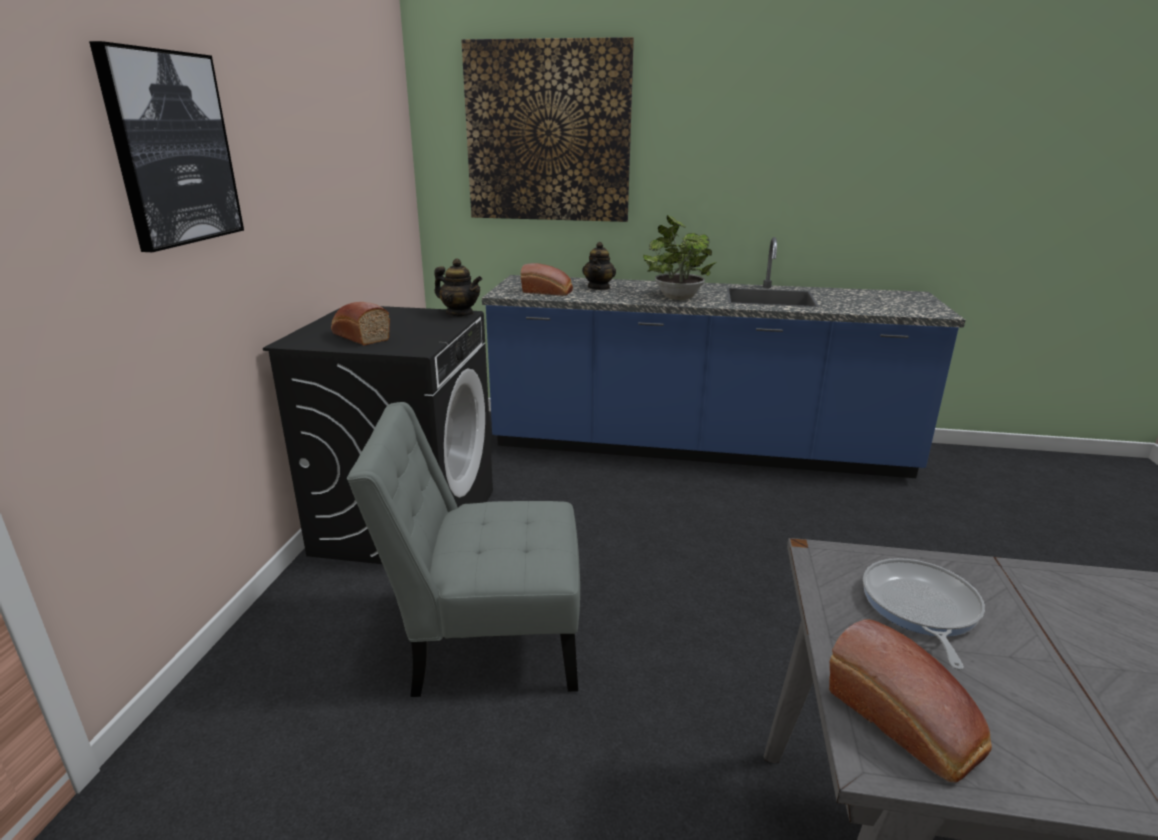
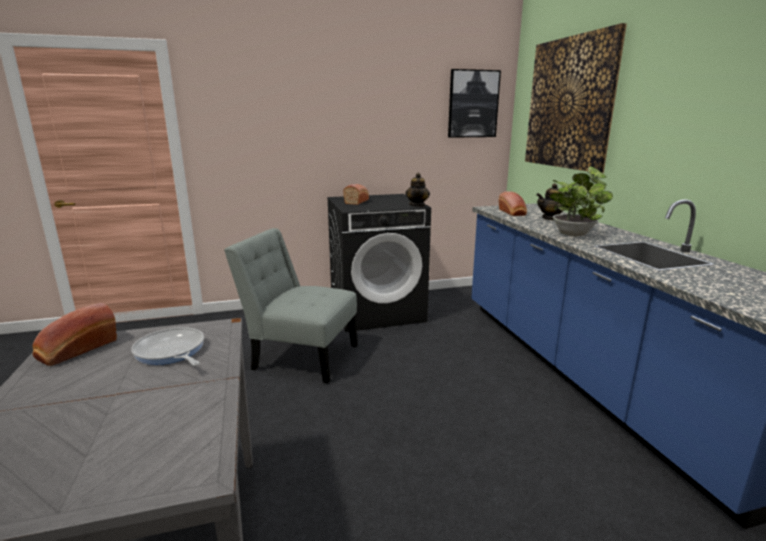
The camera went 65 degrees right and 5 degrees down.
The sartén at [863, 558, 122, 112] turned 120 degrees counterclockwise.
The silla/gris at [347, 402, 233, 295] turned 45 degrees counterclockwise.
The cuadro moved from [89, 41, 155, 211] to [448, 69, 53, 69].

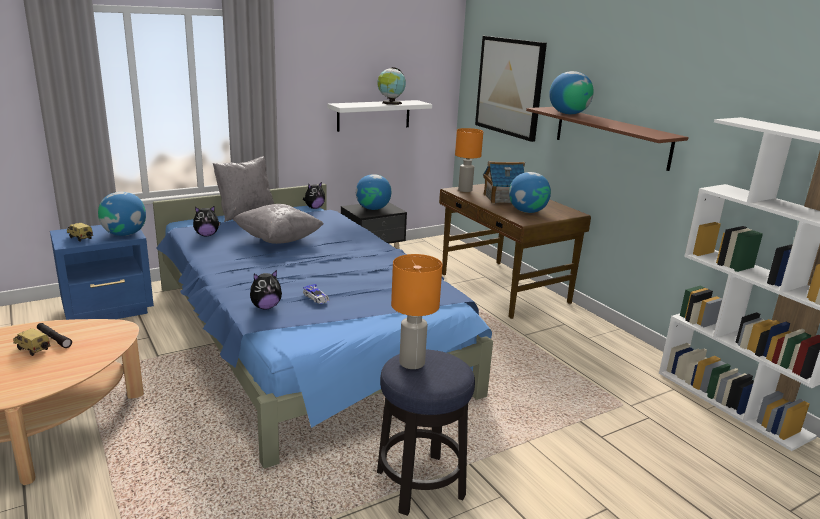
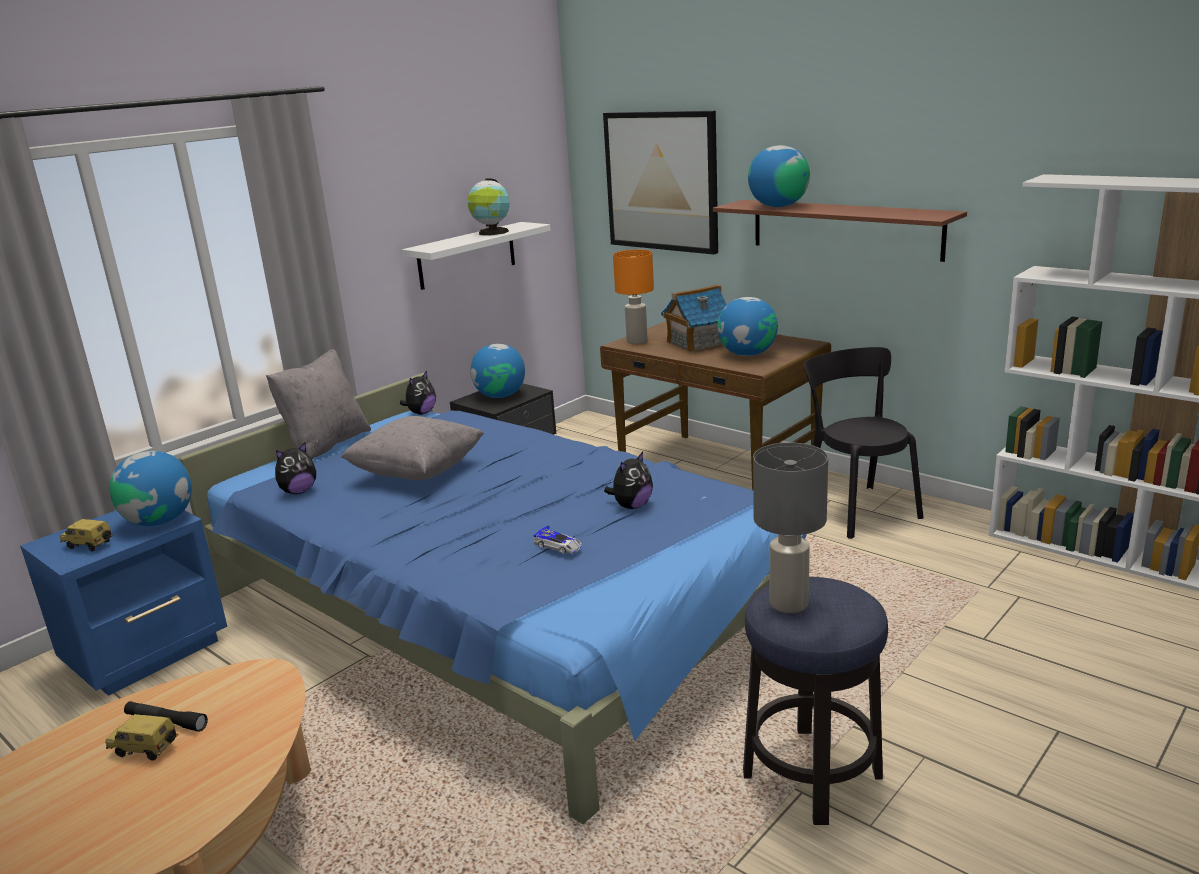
The camera went 15 degrees left and 0 degrees up.
The peluche moved from [250, 270, 32, 39] to [604, 452, 49, 57].
The lámpara de mesa/naranja at [391, 254, 51, 115] became the lámpara de mesa/gris at [753, 442, 75, 171].
The silla/negro at [804, 347, 120, 192] appeared.

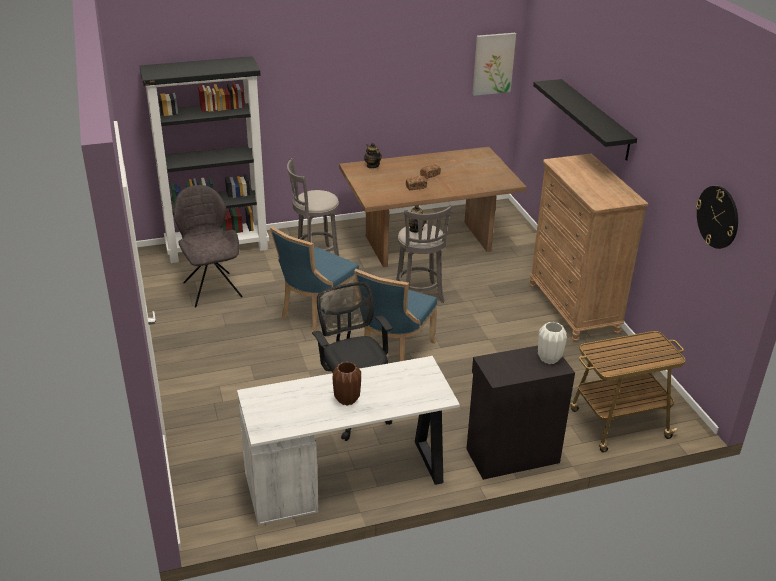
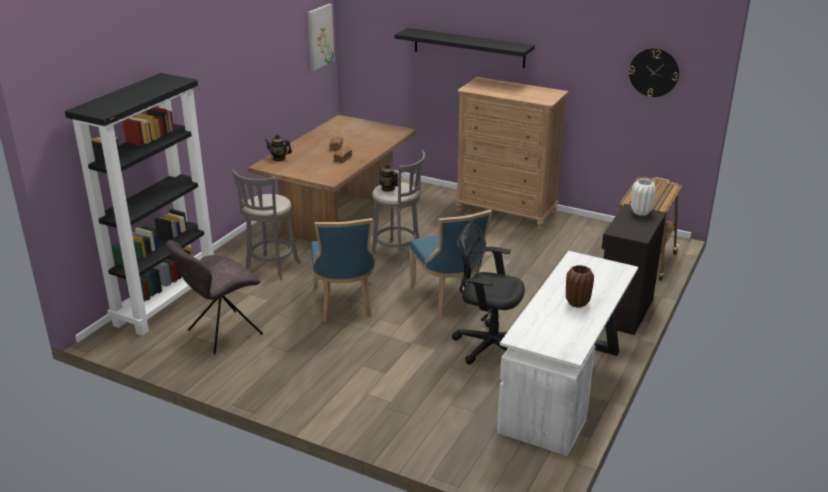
The camera went 45 degrees left and 5 degrees down.
The silla/gris at [174, 185, 69, 122] turned 60 degrees counterclockwise.

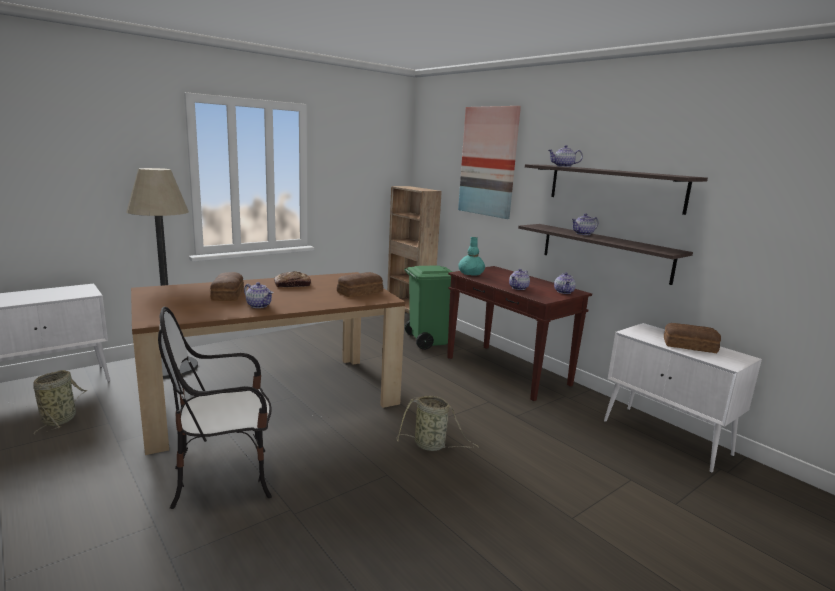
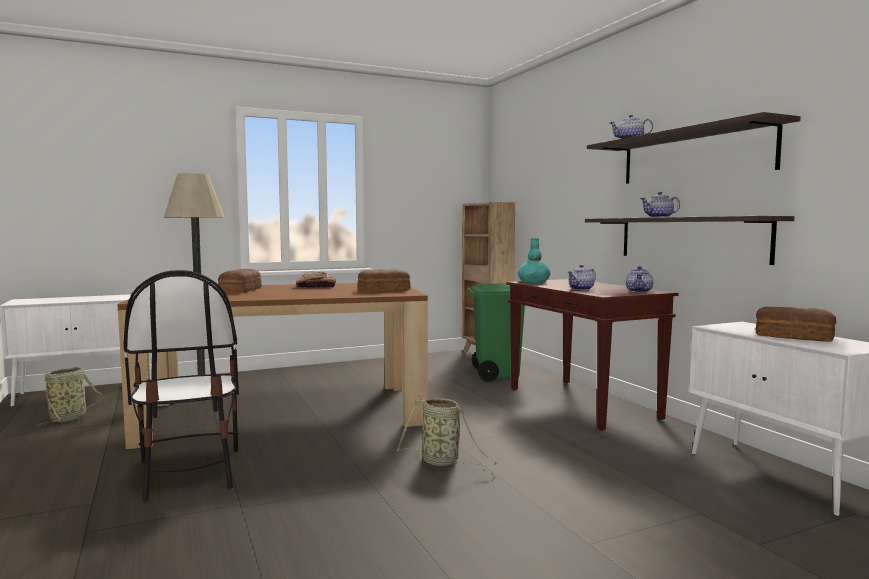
The camera went 15 degrees right and 10 degrees down.
The silla at [158, 307, 114, 202] turned 105 degrees counterclockwise.
The tetera at [244, 282, 29, 26] disappeared.
The cuadro at [458, 106, 63, 113] disappeared.

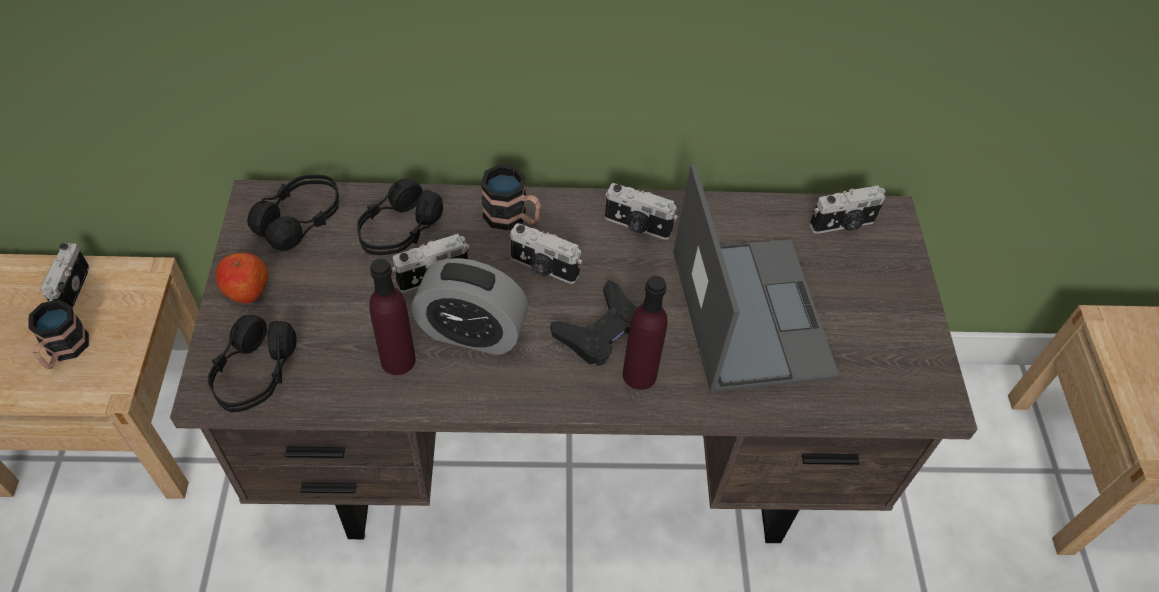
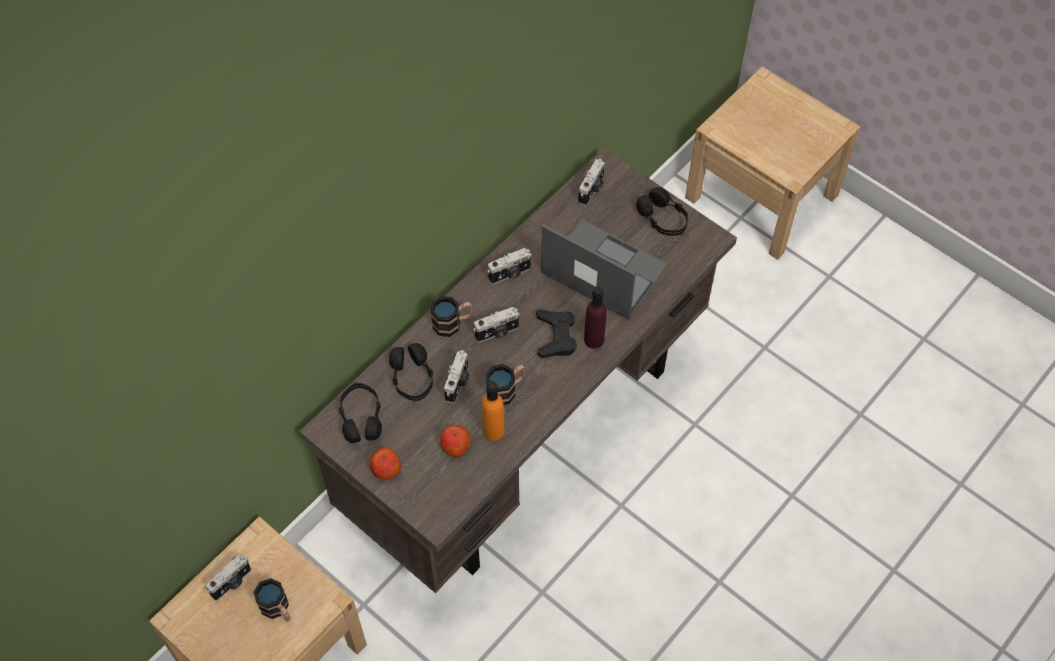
The camera went 45 degrees left and 5 degrees up.
The cámara at [41, 243, 49, 65] turned 90 degrees counterclockwise.
The manzana at [440, 425, 31, 33] appeared.
The botella/morado at [369, 259, 47, 116] became the botella/naranja at [482, 381, 22, 60].
The despertador at [412, 258, 116, 97] was replaced by the taza grande at [486, 364, 39, 41].
The auriculares/negro moved from [208, 315, 88, 97] to [636, 187, 52, 49].

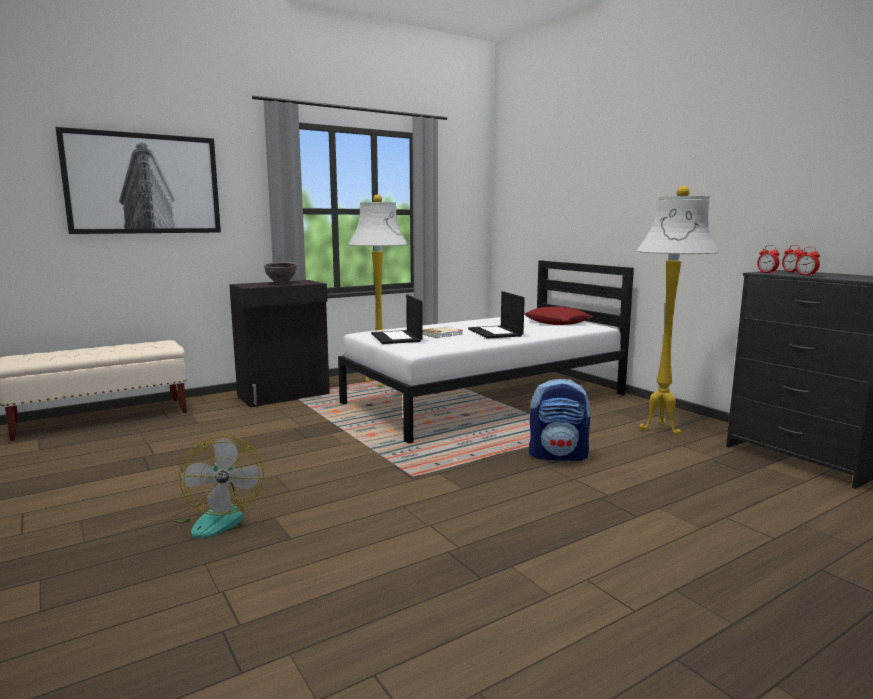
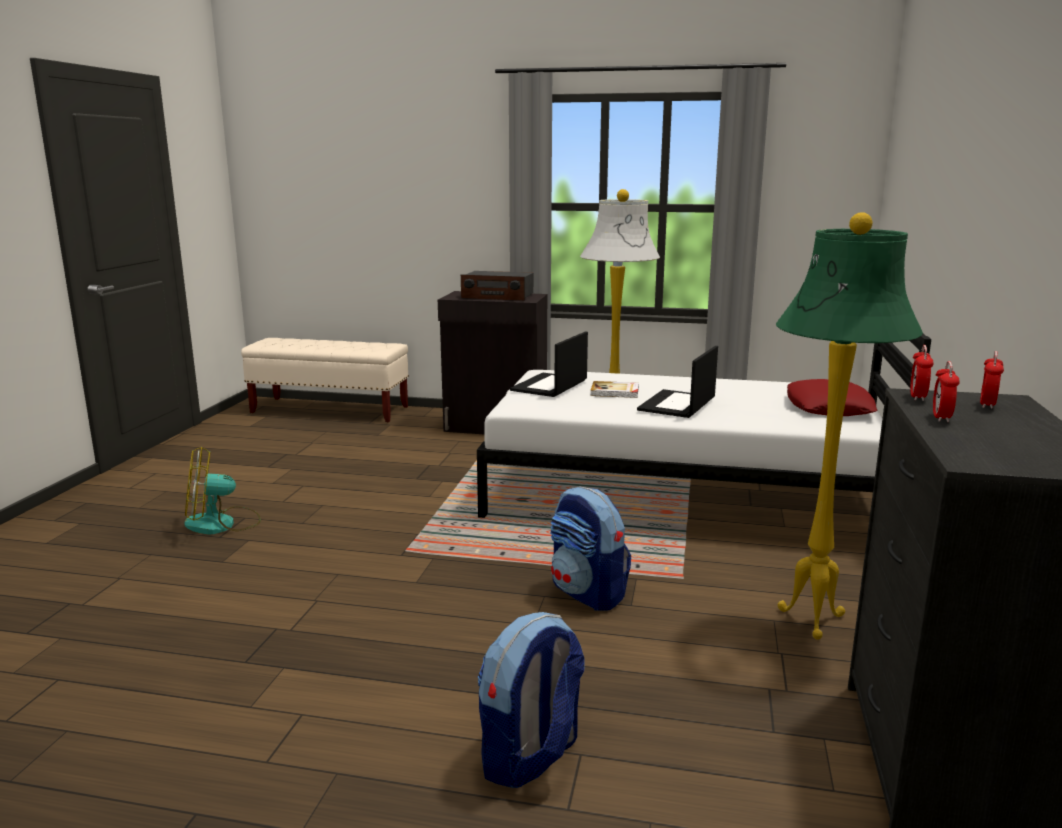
The camera went 45 degrees right and 5 degrees up.
The ventilador at [171, 436, 93, 103] turned 45 degrees clockwise.
The cuenco/marrón at [264, 262, 34, 21] was replaced by the radio at [461, 271, 72, 30].
The mochila at [478, 612, 107, 176] appeared.
The lámpara de pie/blanco at [636, 186, 83, 249] became the lámpara de pie/verde at [776, 212, 147, 428].
The cuadro at [55, 127, 166, 107] disappeared.

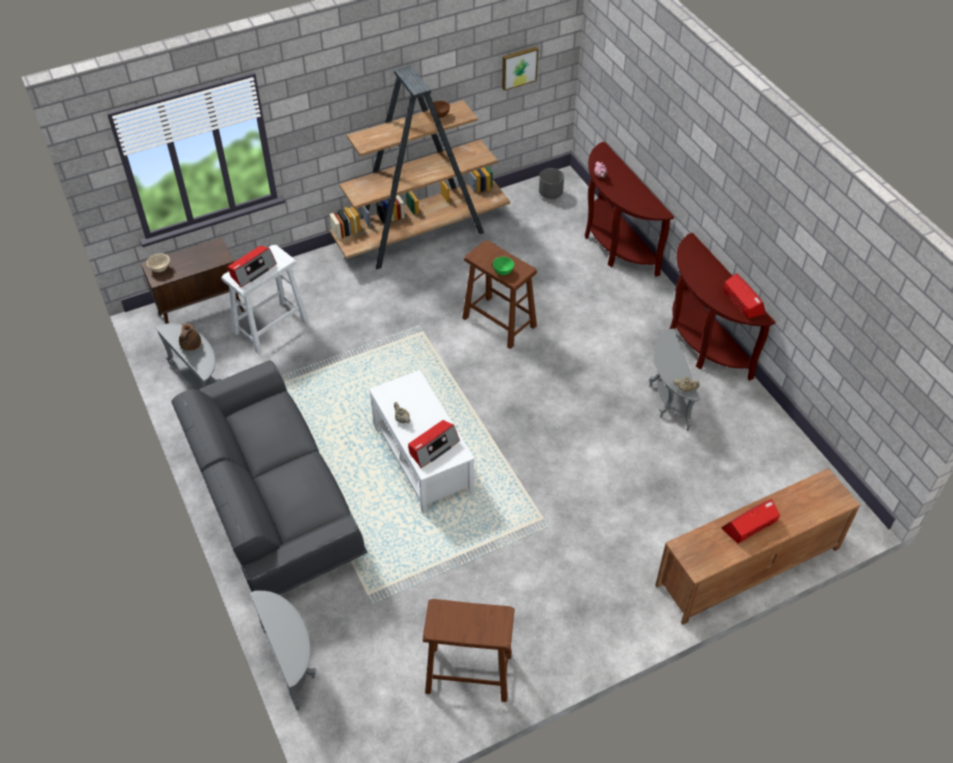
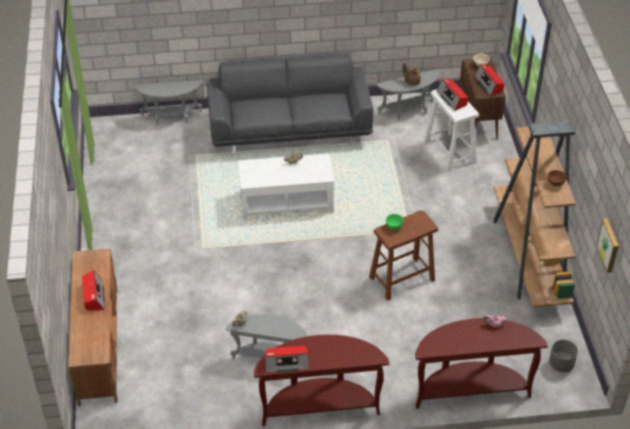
The camera went 110 degrees right and 5 degrees down.
The radio moved from [408, 420, 52, 48] to [475, 65, 29, 31].
The taburete/marrón at [423, 599, 92, 103] disappeared.

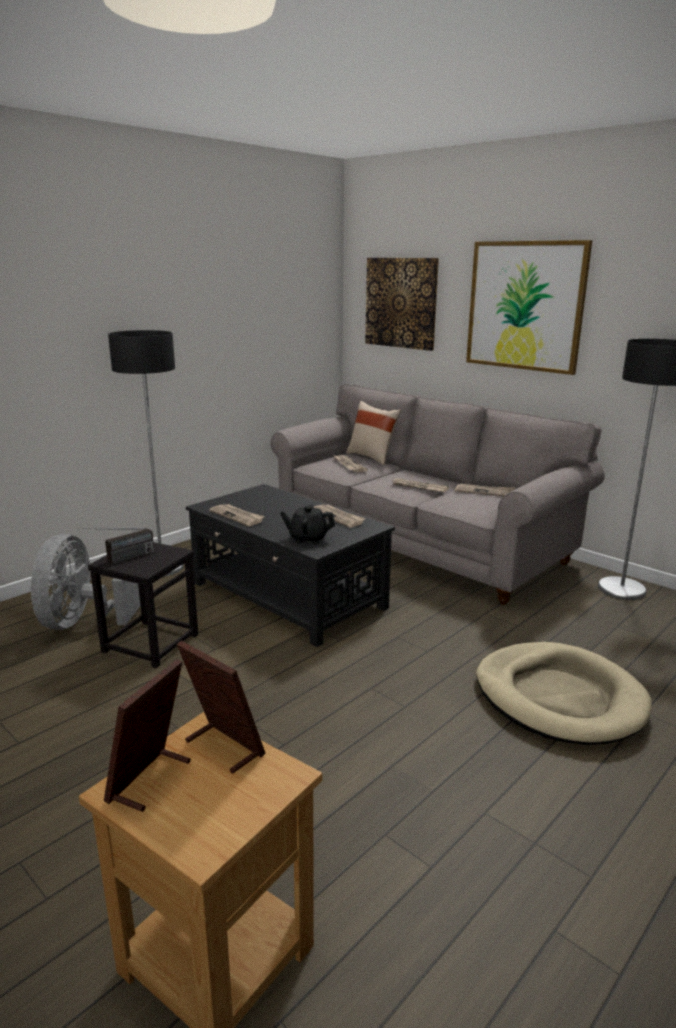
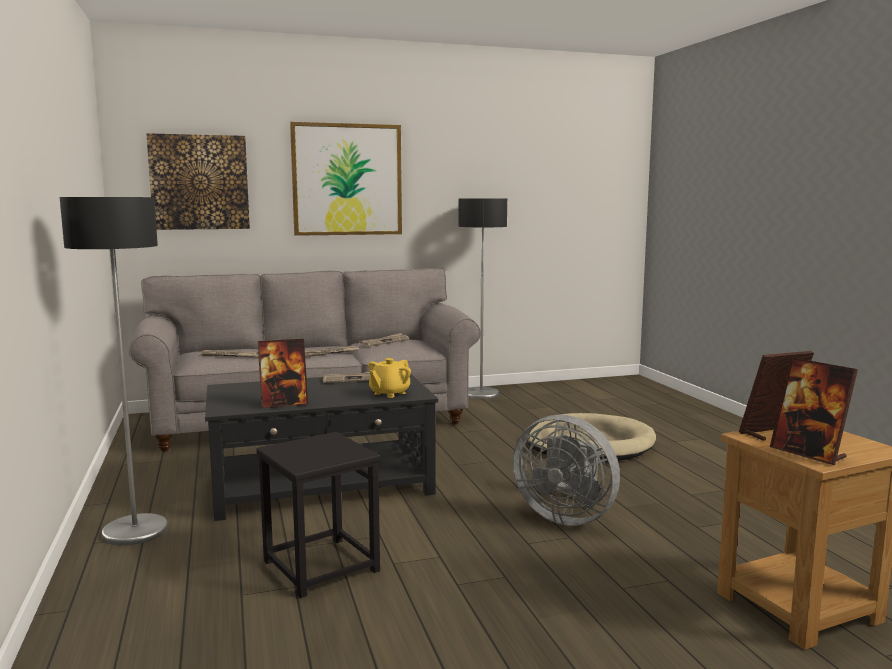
The camera went 60 degrees left and 10 degrees down.
The periódico at [209, 504, 56, 22] was replaced by the portarretratos at [258, 339, 50, 69].
The tetera/negro at [280, 504, 55, 40] became the tetera/amarillo at [368, 358, 43, 40].
The ventilador/gris moved from [31, 534, 109, 96] to [513, 414, 107, 112].
The radio at [78, 528, 76, 36] disappeared.
The cojín/beis at [346, 401, 55, 64] disappeared.

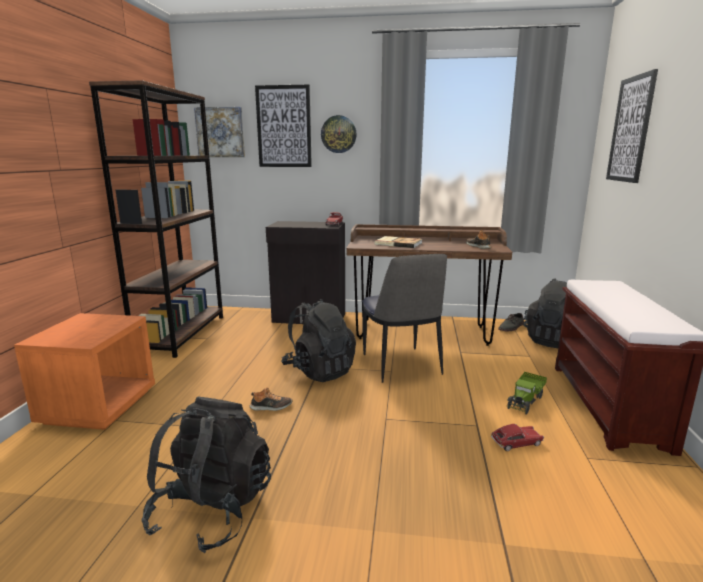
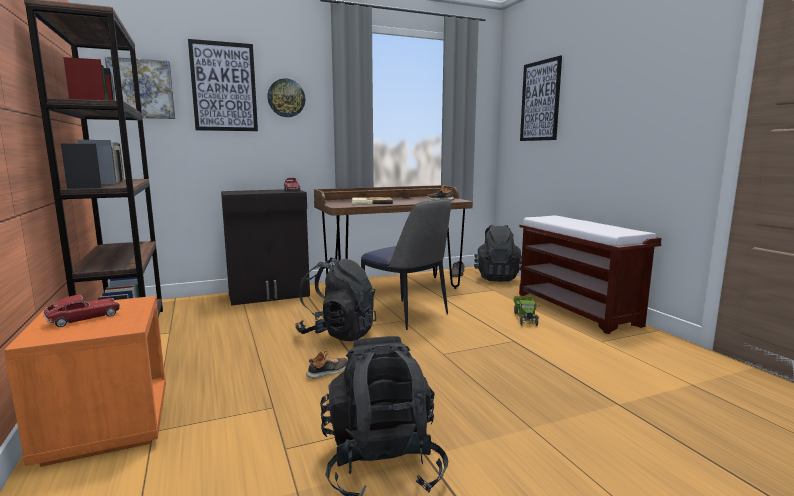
The camera went 30 degrees left and 5 degrees down.
The coche de juguete moved from [491, 424, 53, 27] to [43, 295, 78, 32].

